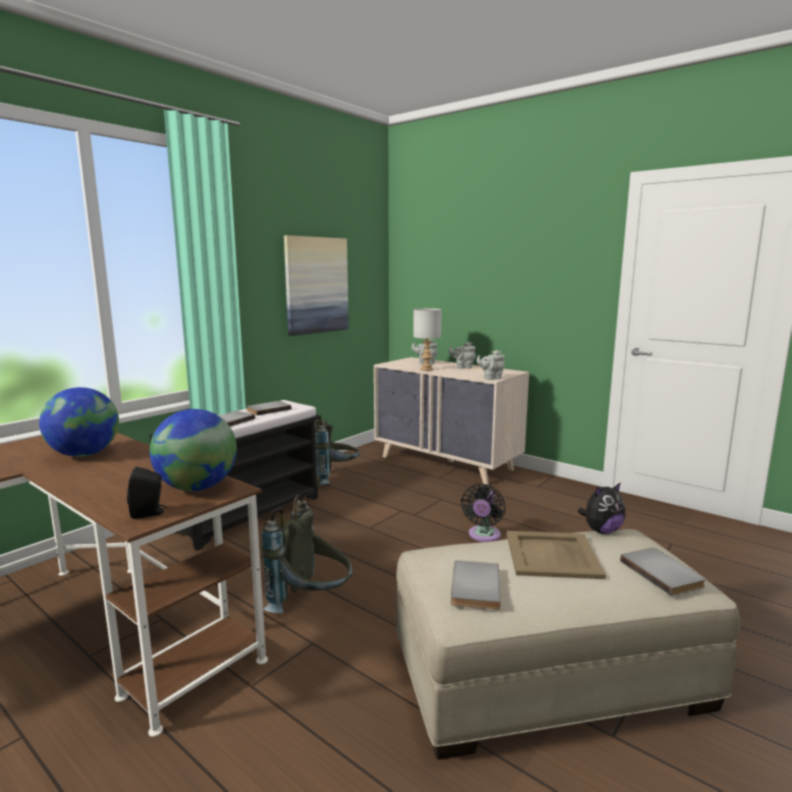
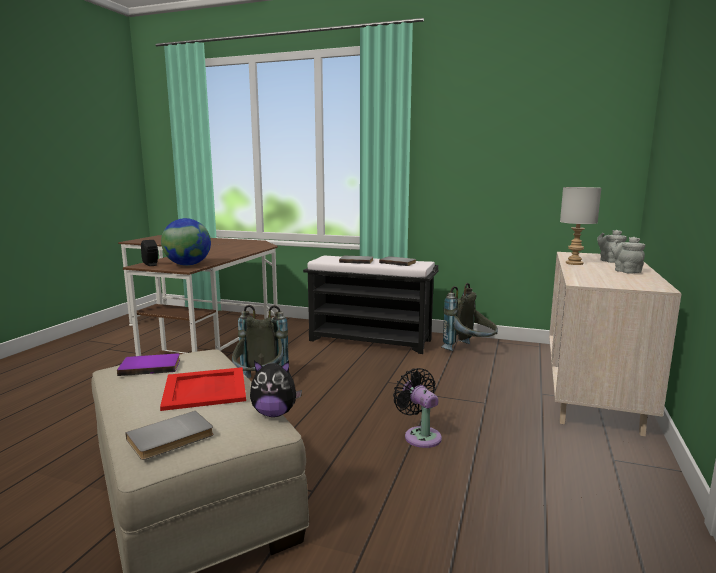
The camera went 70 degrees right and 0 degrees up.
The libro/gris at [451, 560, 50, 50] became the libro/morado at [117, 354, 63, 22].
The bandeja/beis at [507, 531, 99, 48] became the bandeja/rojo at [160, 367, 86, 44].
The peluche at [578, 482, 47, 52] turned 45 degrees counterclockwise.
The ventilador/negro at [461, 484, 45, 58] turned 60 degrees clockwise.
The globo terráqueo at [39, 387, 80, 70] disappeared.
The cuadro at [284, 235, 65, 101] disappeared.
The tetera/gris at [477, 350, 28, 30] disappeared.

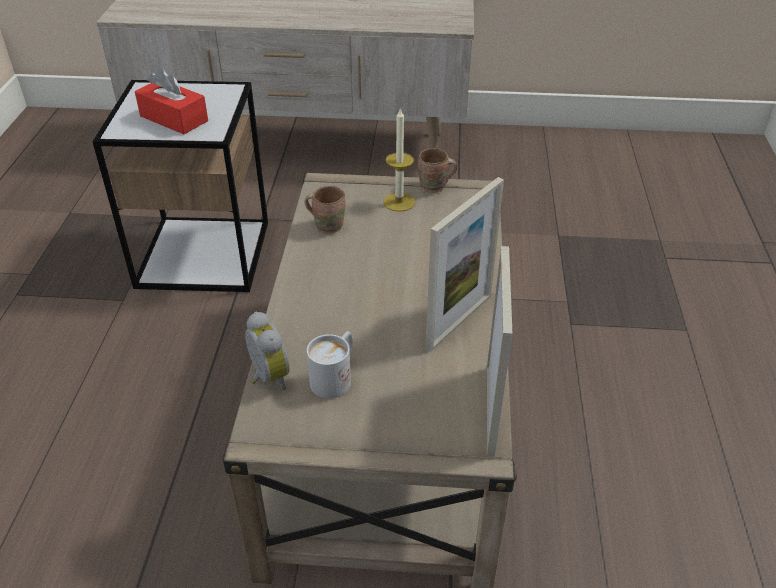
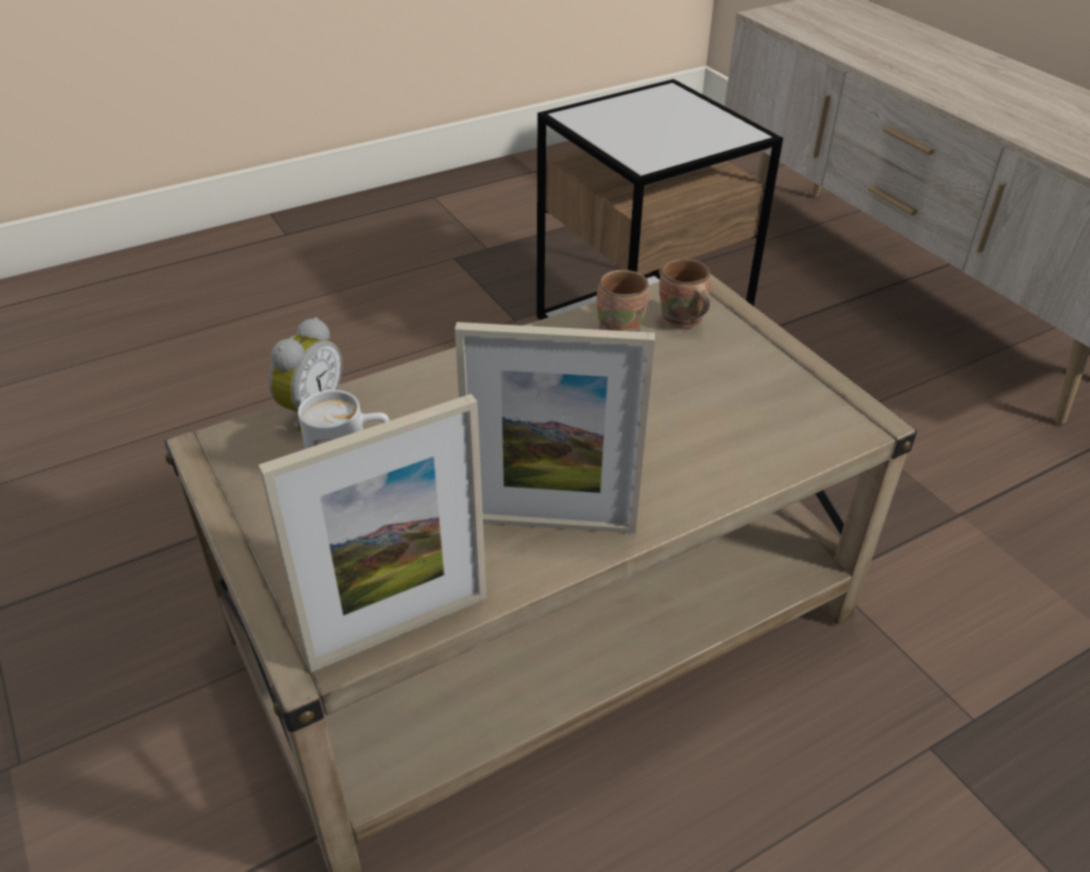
The camera went 55 degrees right and 0 degrees up.
The taza grande/marrón moved from [418, 148, 39, 45] to [659, 259, 52, 70].
The caja de pañuelos/rojo at [135, 68, 73, 66] disappeared.
The vela at [383, 108, 32, 104] disappeared.

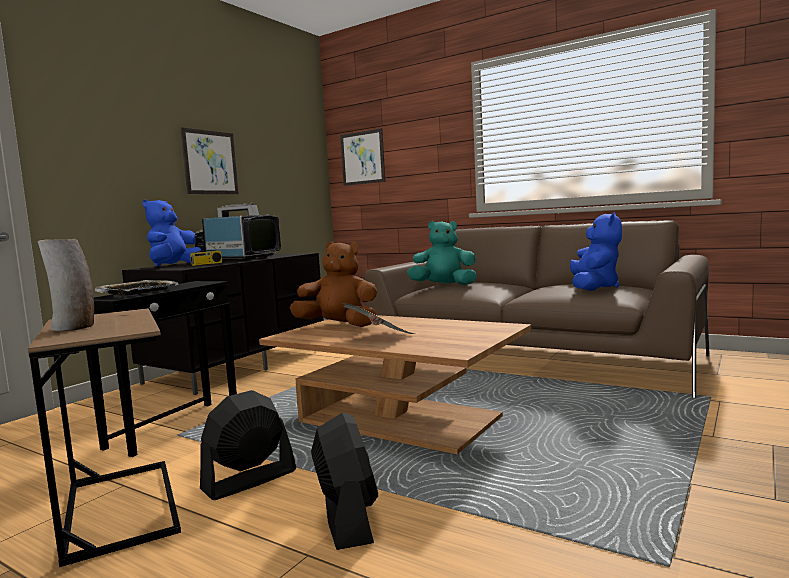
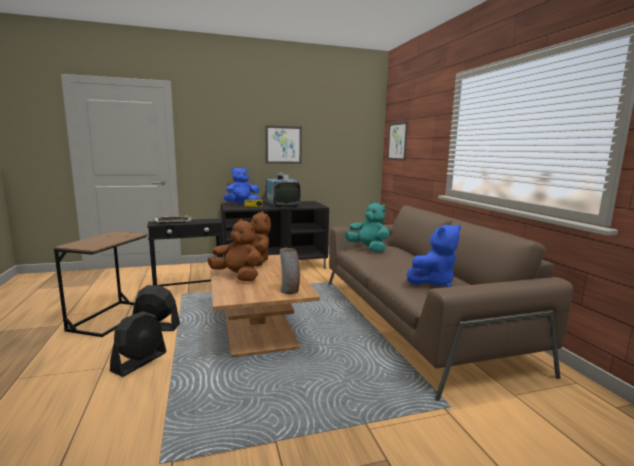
The camera went 40 degrees right and 5 degrees up.
The periódico at [341, 303, 73, 31] was replaced by the peluche/marrón at [208, 218, 53, 63].
The florero moved from [38, 239, 56, 92] to [280, 248, 20, 46].

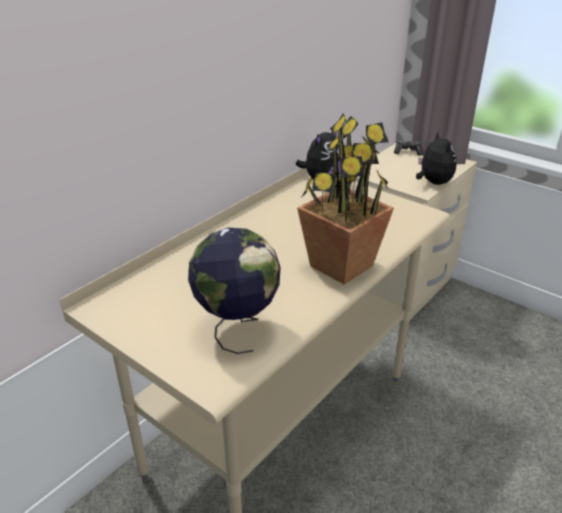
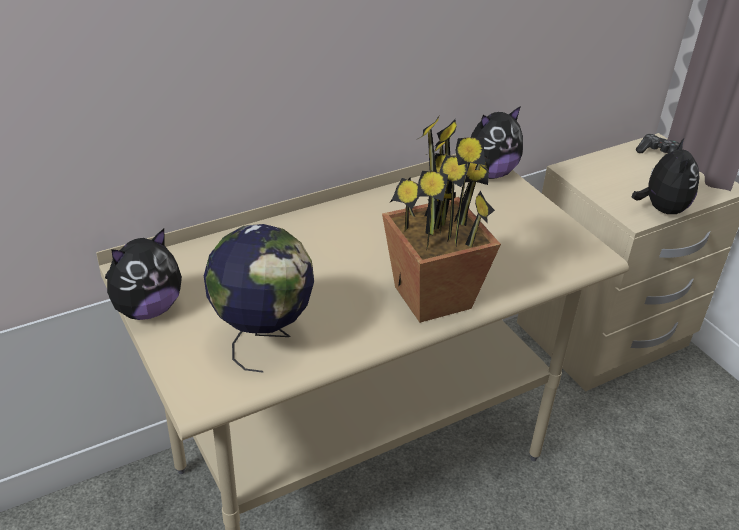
The camera went 20 degrees right and 5 degrees up.
The peluche at [105, 229, 77, 91] appeared.

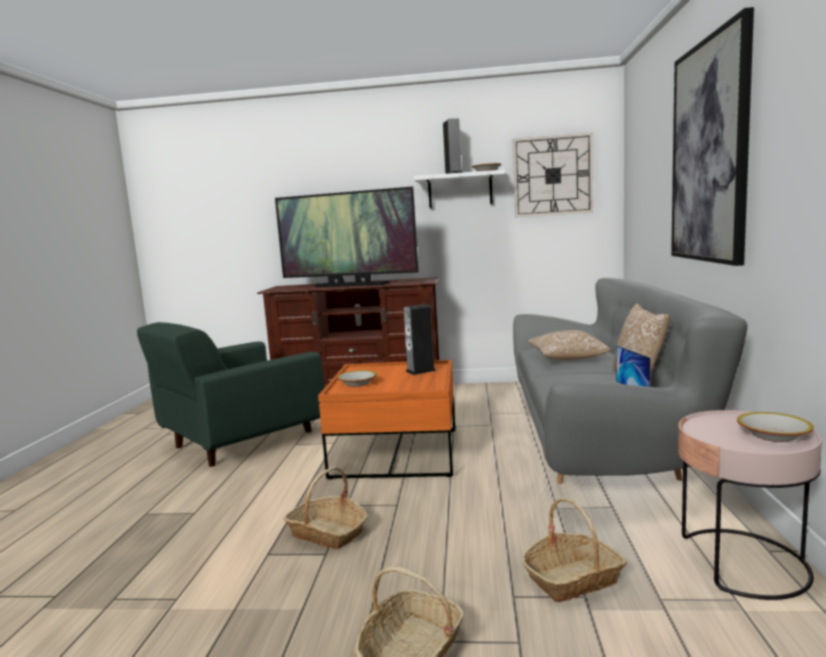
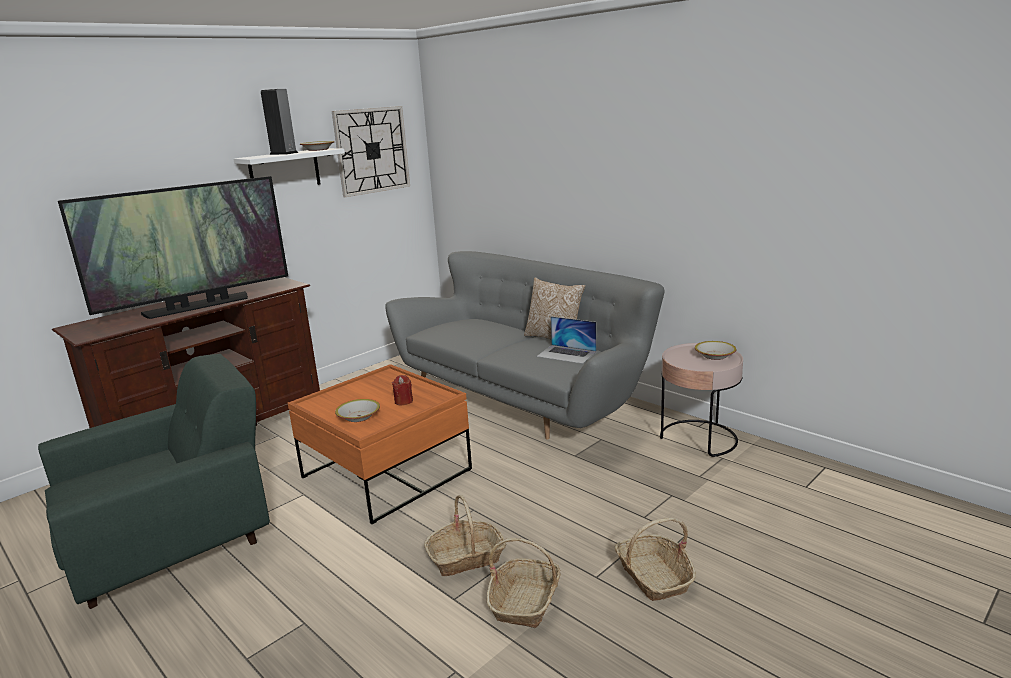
The camera went 50 degrees left and 10 degrees up.
The sillón/verde at [137, 322, 187, 145] turned 120 degrees counterclockwise.
The vela/rojo at [392, 375, 21, 30] appeared.
The cesta moved from [521, 498, 106, 104] to [487, 538, 74, 90].
The altavoz at [403, 304, 33, 71] disappeared.
The cojín at [527, 330, 83, 30] disappeared.
The cuadro at [671, 7, 83, 259] disappeared.

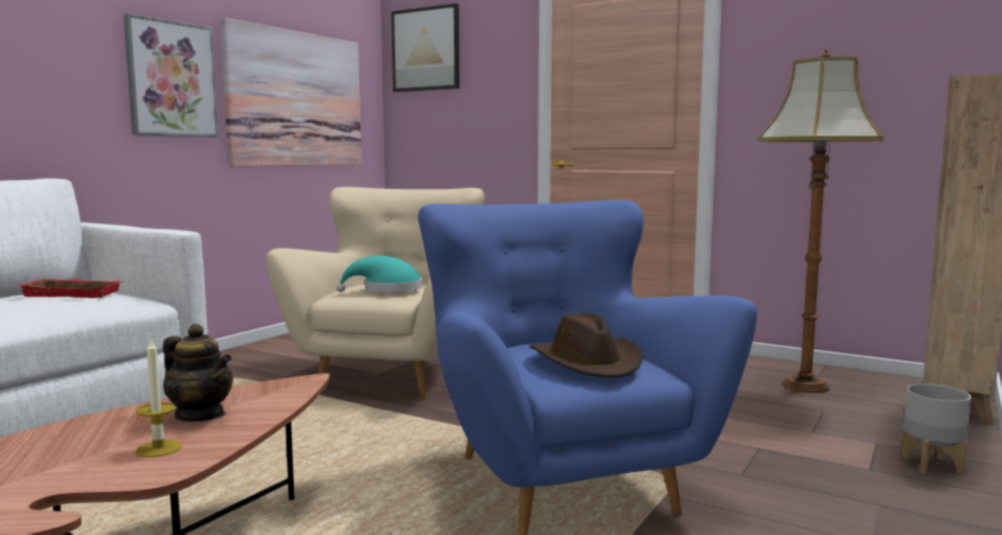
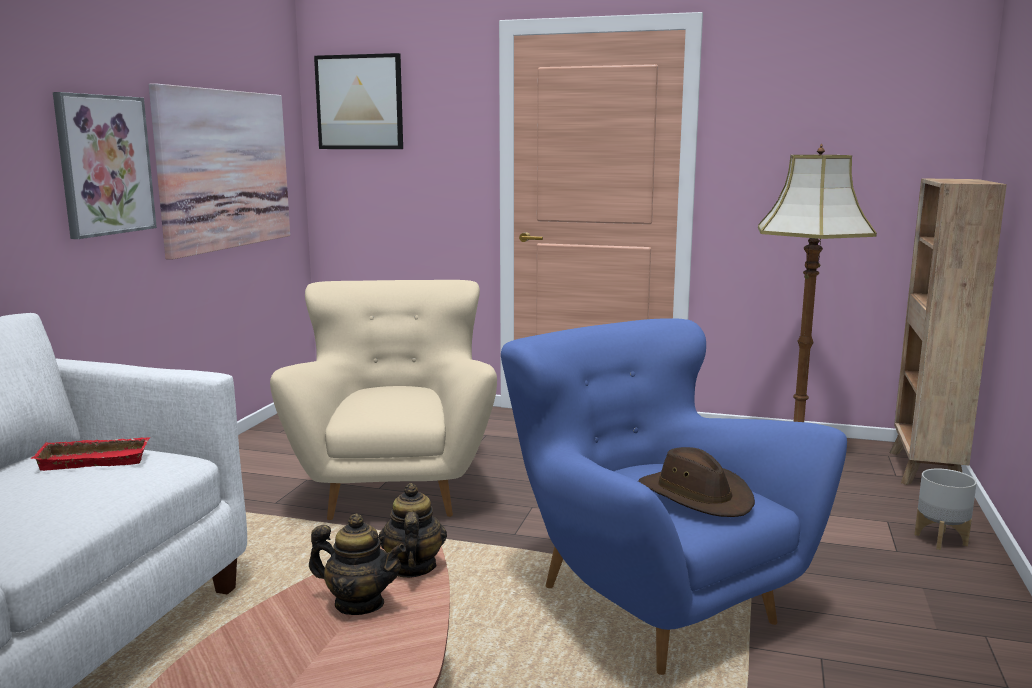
The camera went 15 degrees left and 5 degrees up.
The tetera at [378, 483, 69, 95] appeared.
The vela at [135, 340, 47, 117] disappeared.
The sombrero/turquesa at [337, 256, 85, 37] disappeared.

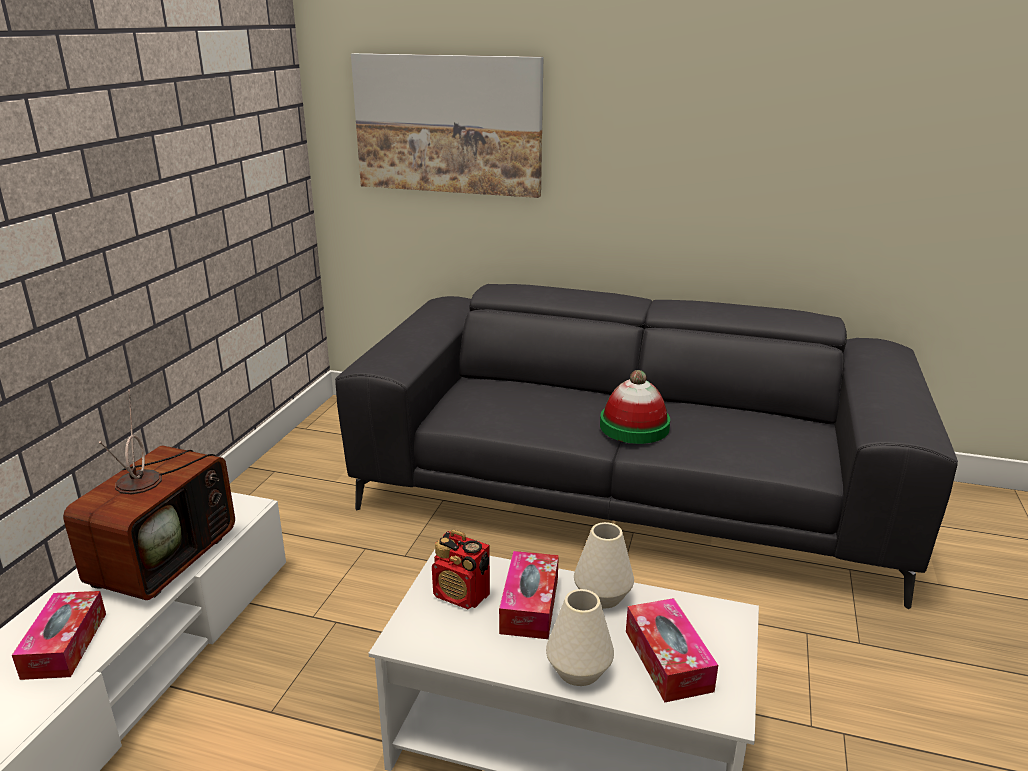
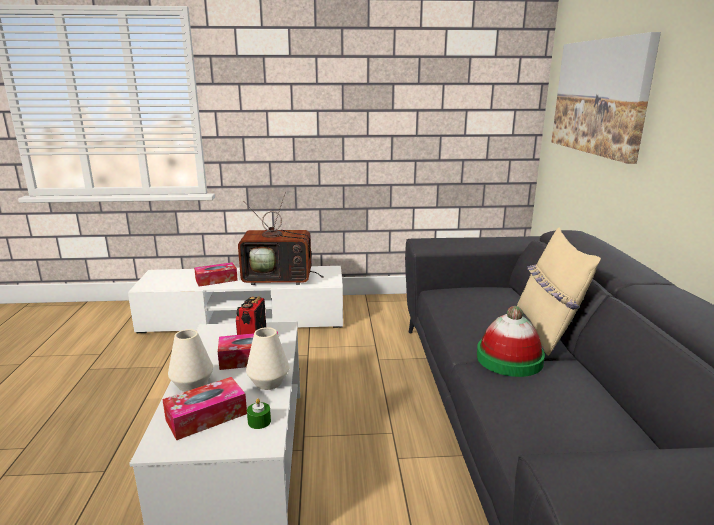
The camera went 70 degrees right and 5 degrees down.
The vela/verde at [247, 398, 24, 31] appeared.
The cojín/beis at [517, 227, 84, 129] appeared.

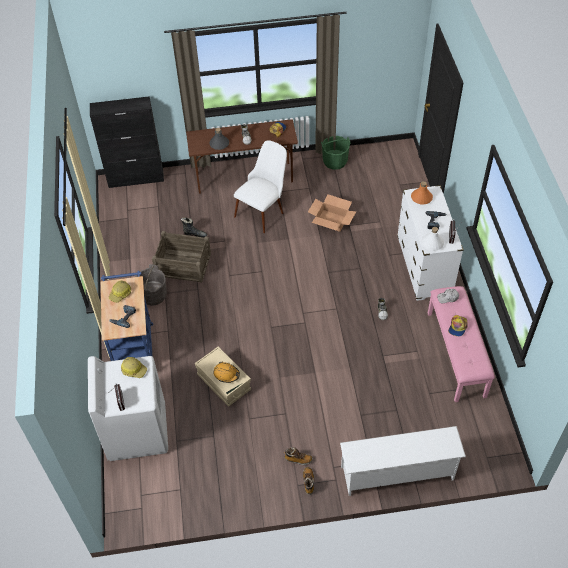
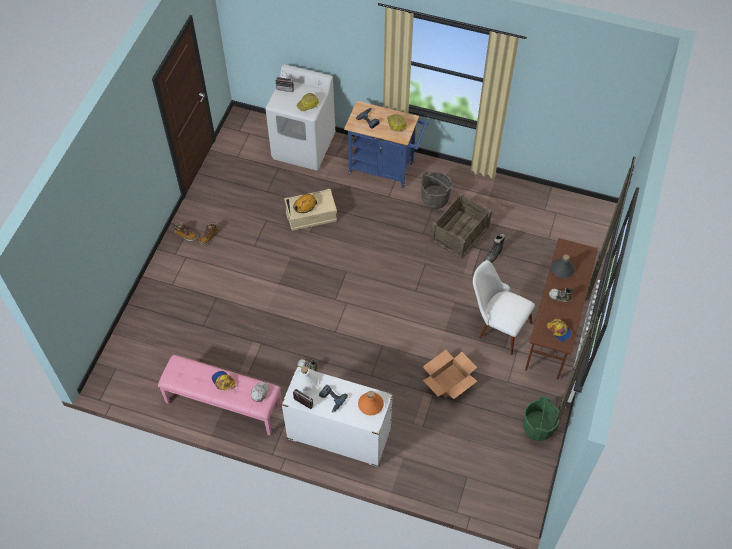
The camera went 115 degrees right and 5 degrees up.
The silla/blanco at [234, 140, 53, 93] turned 150 degrees clockwise.
The armario/negro at [90, 96, 74, 92] disappeared.
The zapatero/blanco at [340, 426, 126, 70] disappeared.

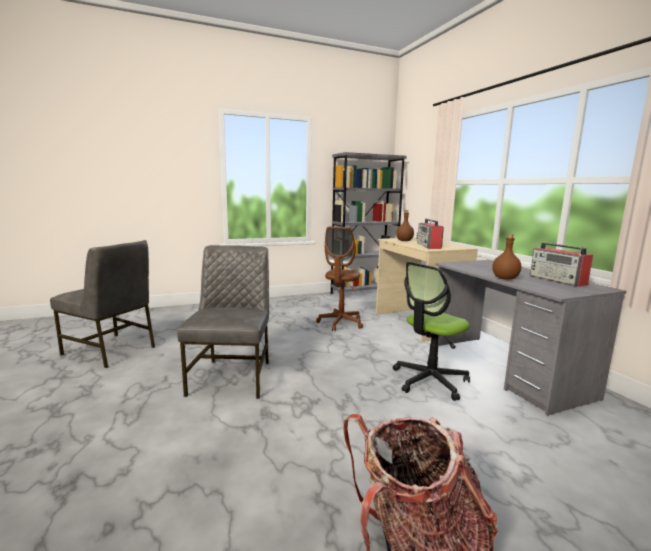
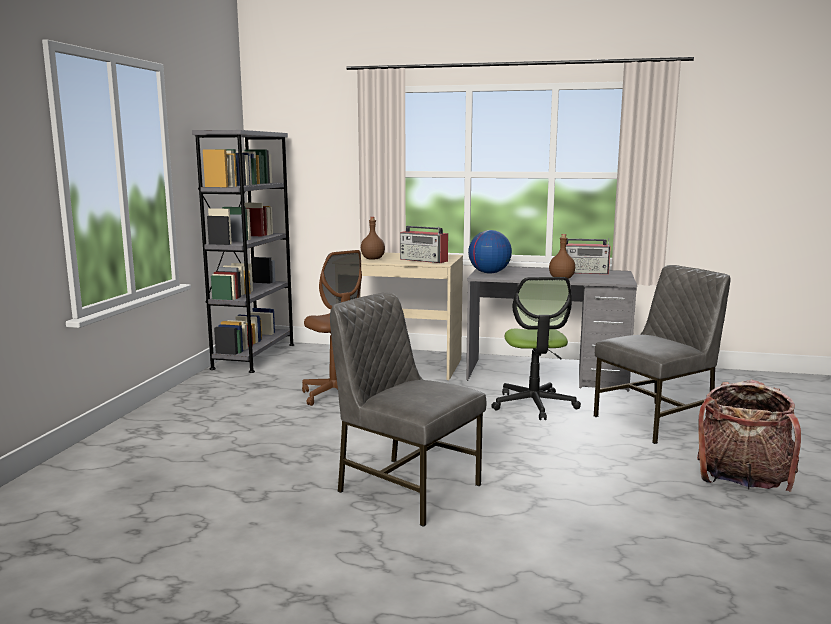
The camera went 55 degrees left and 0 degrees up.
The globo terráqueo at [468, 230, 44, 44] appeared.
The silla/gris moved from [50, 240, 105, 128] to [594, 265, 137, 179].

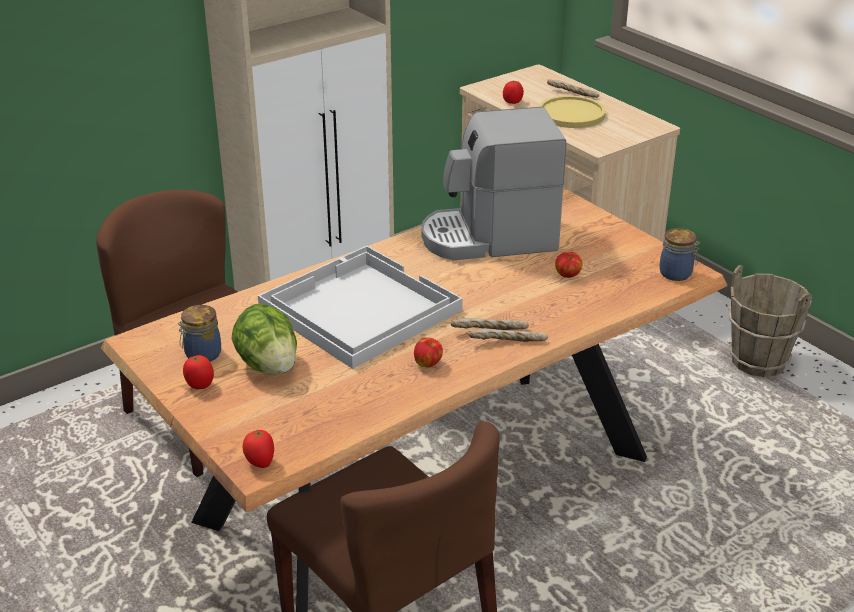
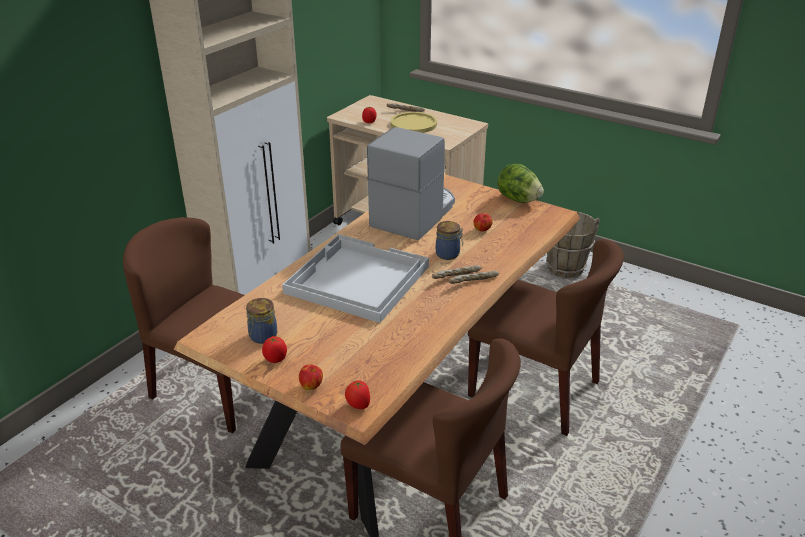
The camera went 20 degrees left and 0 degrees up.
The manzana moved from [414, 337, 29, 30] to [299, 365, 24, 25].
The cafetera at [421, 107, 145, 153] turned 150 degrees clockwise.
The tarro moved from [659, 228, 41, 53] to [436, 221, 27, 39].
The silla/marrón at [468, 239, 156, 197] appeared.
The lechuga moved from [232, 303, 65, 72] to [497, 164, 47, 39].

